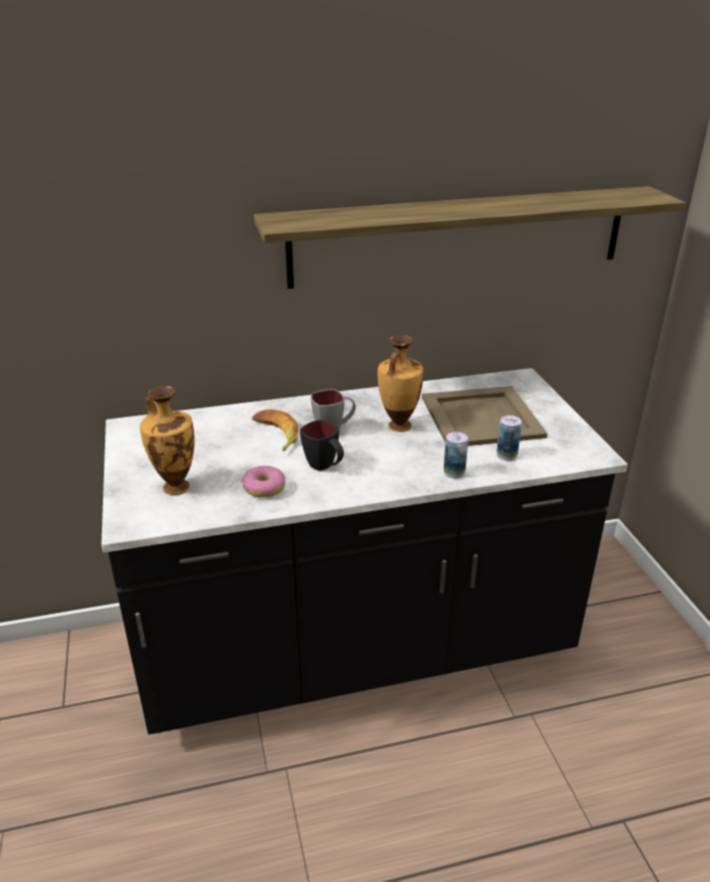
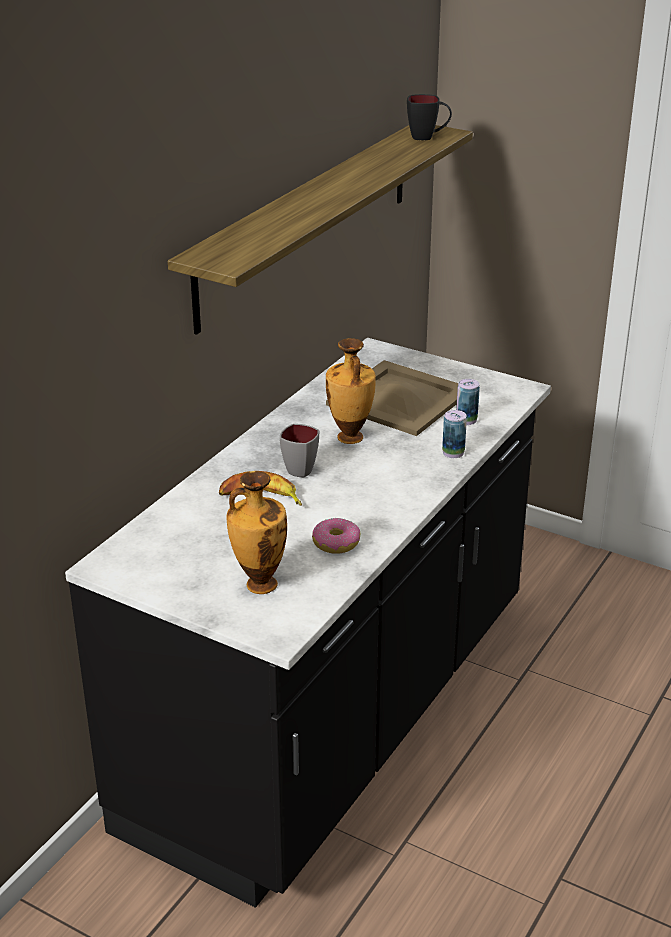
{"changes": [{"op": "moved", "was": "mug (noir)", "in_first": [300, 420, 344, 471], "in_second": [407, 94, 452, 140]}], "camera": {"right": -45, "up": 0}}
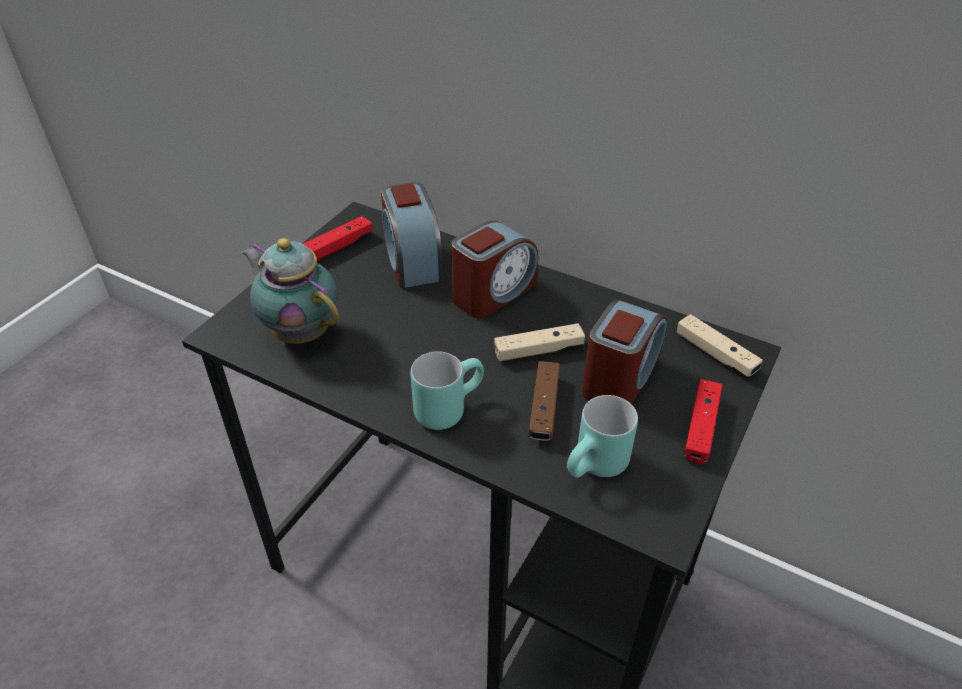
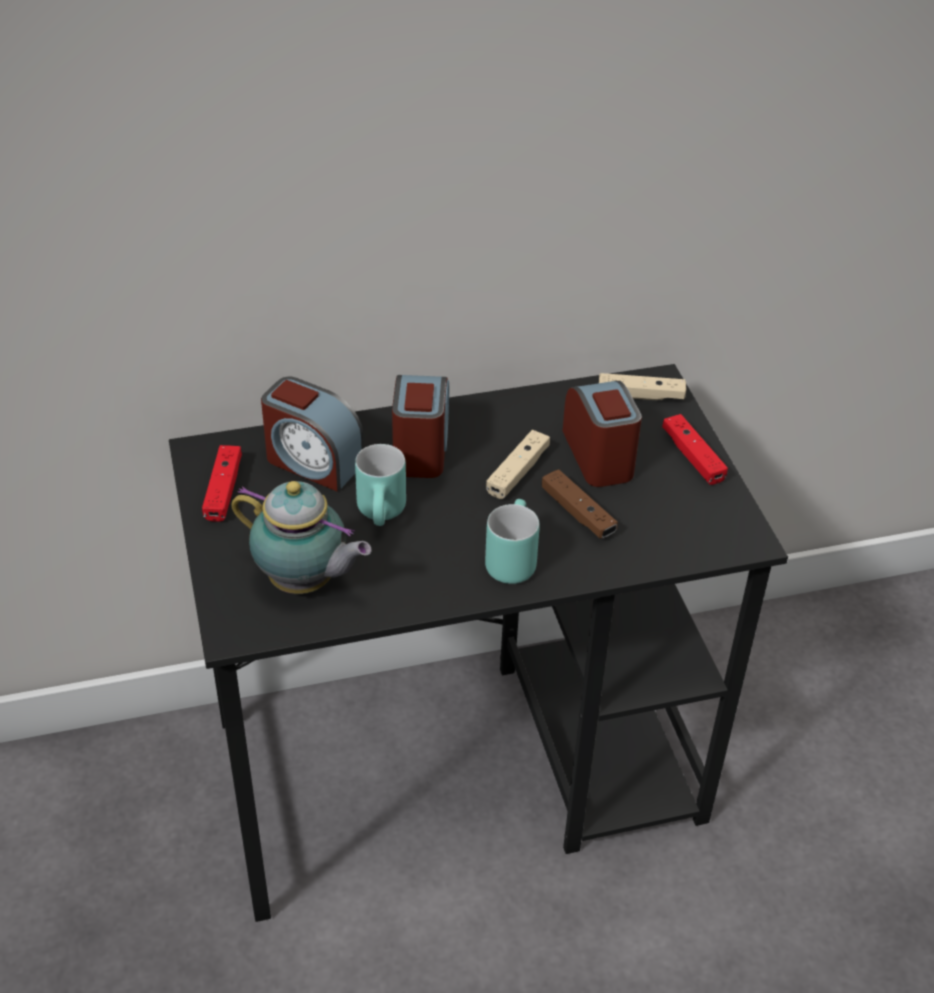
{"changes": [{"op": "turned", "was": "théière", "in_first": [242, 238, 340, 344], "in_second": [231, 481, 371, 594], "clockwise": -150}, {"op": "moved", "was": "mug (turquoise)", "in_first": [567, 395, 638, 478], "in_second": [355, 444, 406, 526]}], "camera": {"right": -45, "up": 0}}
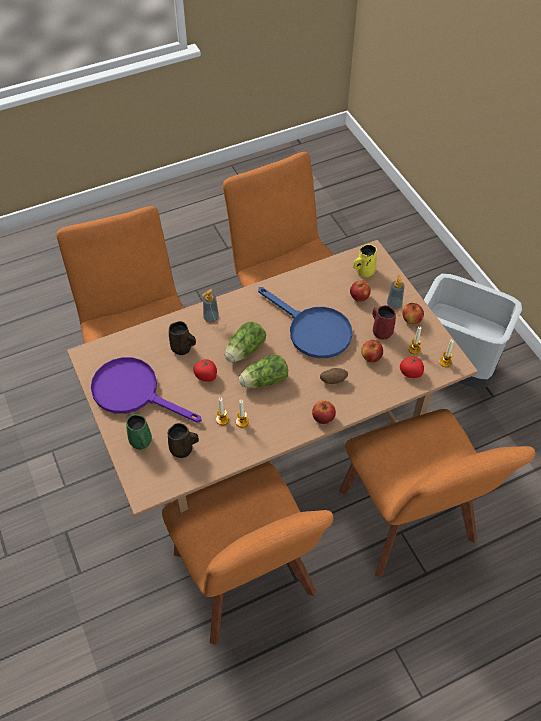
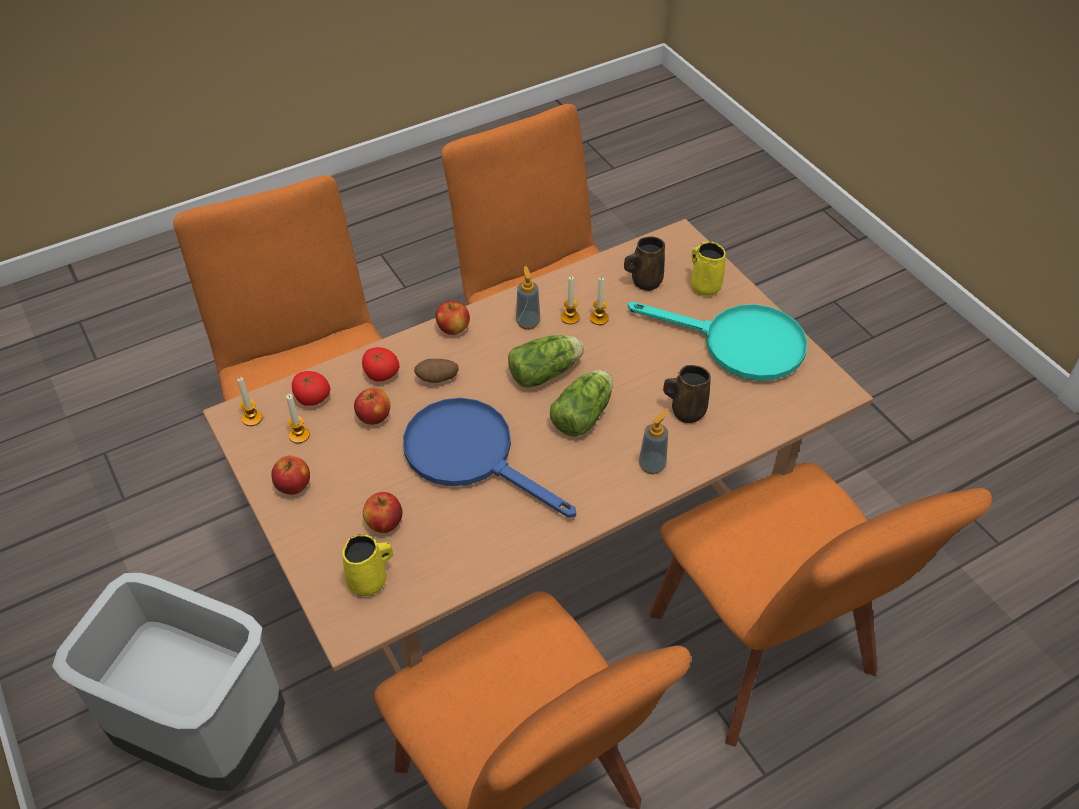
{"changes": [{"op": "recoloured", "was": "poêle (violet)", "now": "poêle (turquoise)", "in_first": [91, 357, 202, 423], "in_second": [628, 302, 807, 381]}, {"op": "recoloured", "was": "mug (vert)", "now": "mug (jaune)", "in_first": [126, 414, 152, 449], "in_second": [691, 241, 726, 297]}, {"op": "moved", "was": "tomate", "in_first": [193, 359, 217, 382], "in_second": [362, 347, 400, 381]}, {"op": "removed", "was": "mug (rouge)", "in_first": [372, 305, 396, 340]}, {"op": "moved", "was": "distributeur de savon", "in_first": [387, 275, 404, 310], "in_second": [516, 266, 540, 330]}], "camera": {"right": 175, "up": -5}}
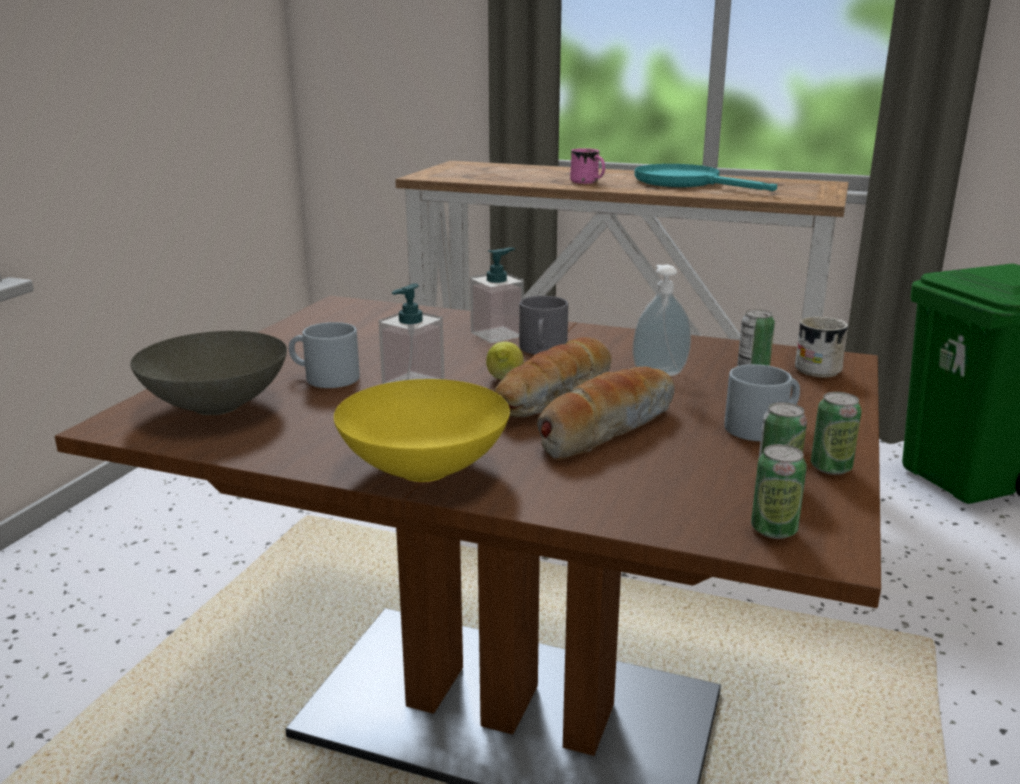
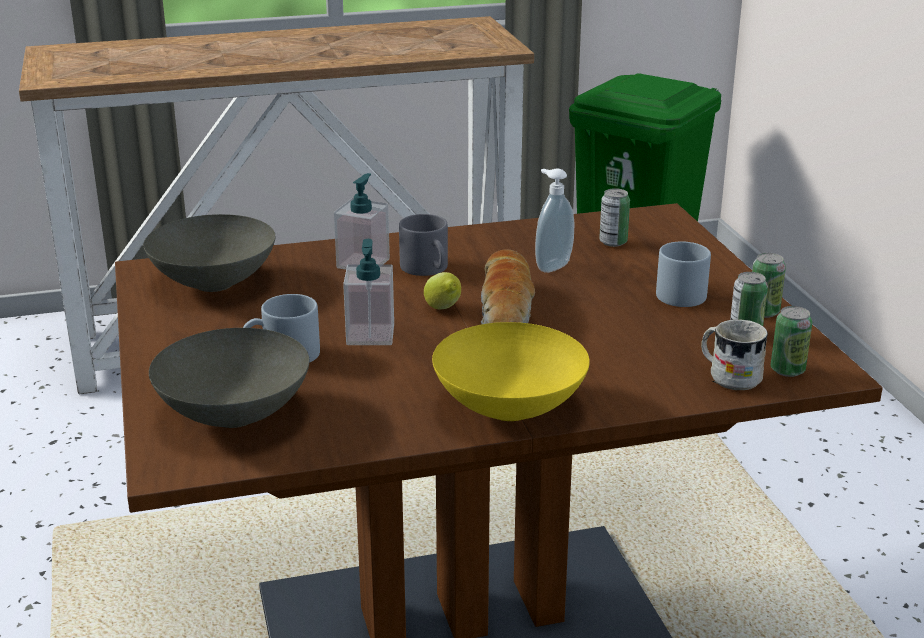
{"changes": [{"op": "removed", "was": "pain", "in_first": [537, 367, 675, 460]}, {"op": "removed", "was": "mug (rose)", "in_first": [570, 148, 605, 184]}, {"op": "removed", "was": "poêle (turquoise)", "in_first": [634, 164, 777, 191]}, {"op": "moved", "was": "mug (blanc)", "in_first": [795, 317, 848, 377], "in_second": [701, 319, 768, 390]}, {"op": "added", "now": "bol (gris)", "in_second": [144, 214, 275, 292]}], "camera": {"right": -35, "up": 5}}
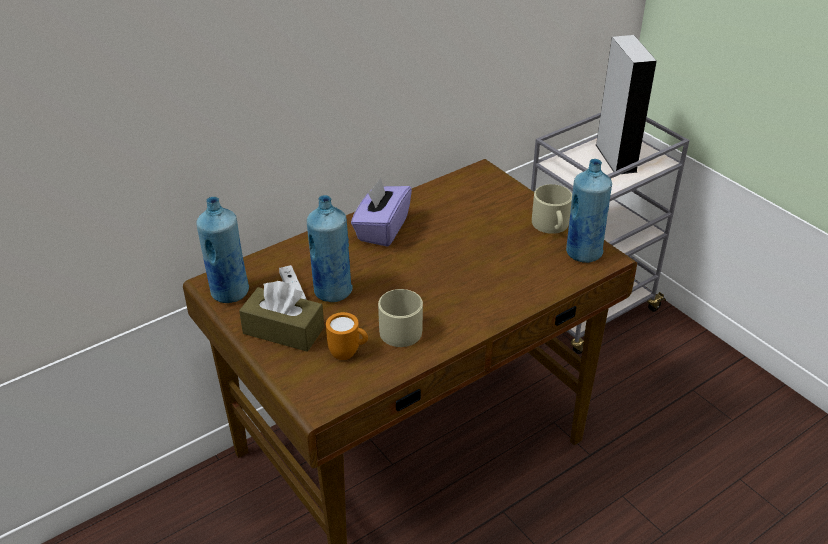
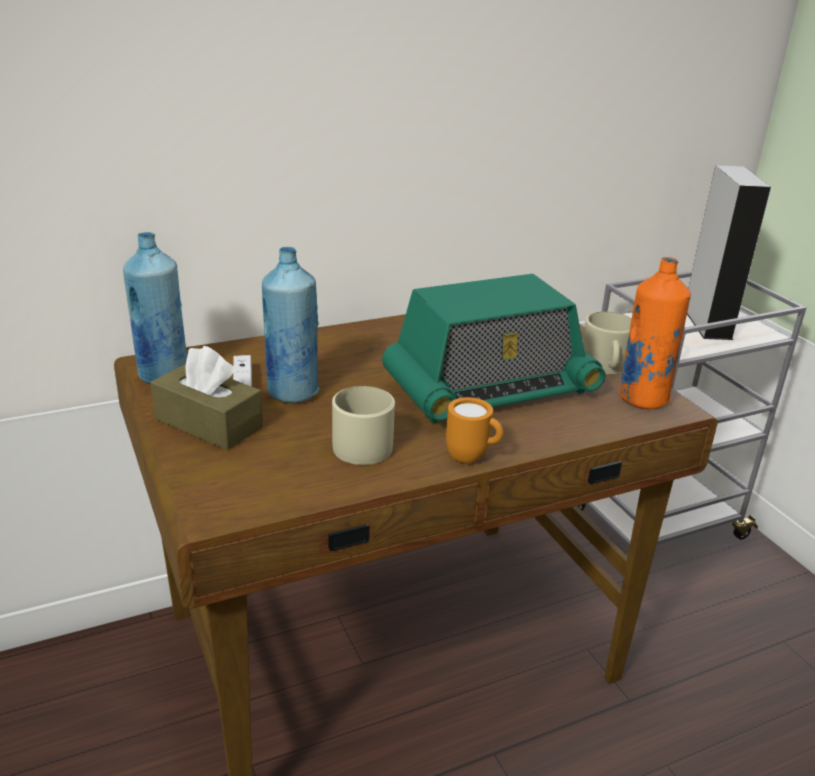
{"changes": [{"op": "moved", "was": "mug (orange)", "in_first": [326, 312, 368, 360], "in_second": [446, 397, 503, 464]}, {"op": "removed", "was": "boîte à mouchoirs (violet)", "in_first": [351, 178, 412, 247]}, {"op": "recoloured", "was": "bouteille (bleu)", "now": "bouteille (orange)", "in_first": [566, 159, 612, 263], "in_second": [619, 257, 691, 410]}, {"op": "added", "now": "radio", "in_second": [382, 274, 605, 423]}], "camera": {"right": 10, "up": -10}}
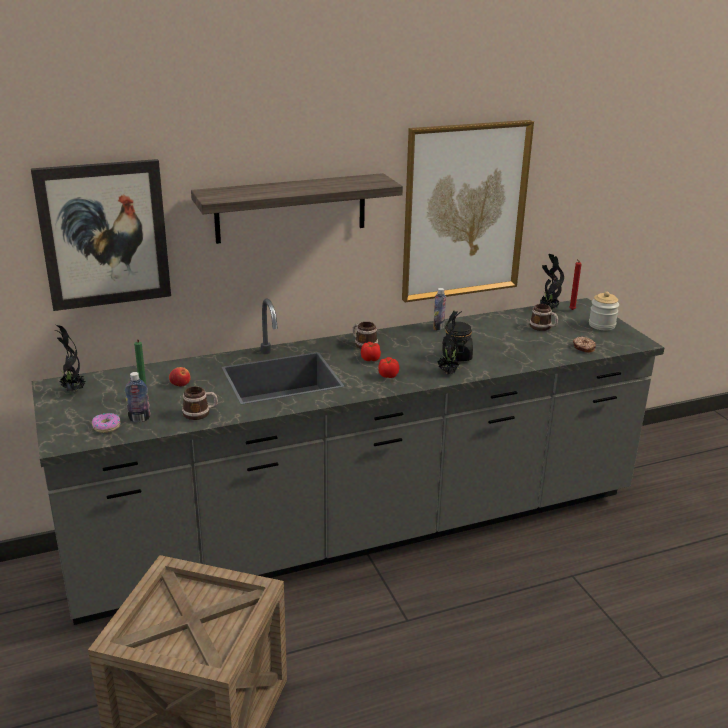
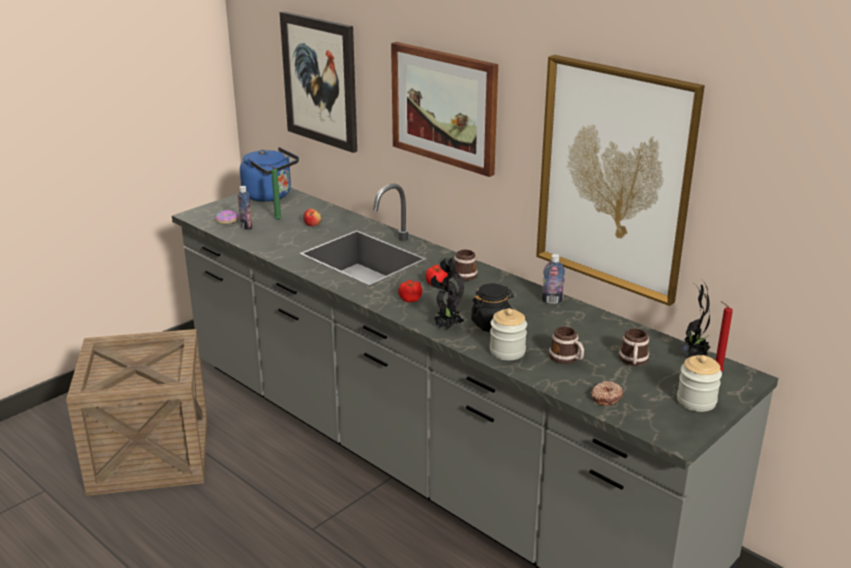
{"changes": [{"op": "replaced", "was": "plante en pot", "now": "bouilloire (bleu)", "in_first": [55, 325, 86, 392], "in_second": [240, 147, 299, 202]}, {"op": "moved", "was": "mug", "in_first": [182, 386, 218, 420], "in_second": [549, 327, 584, 364]}, {"op": "replaced", "was": "étagère", "now": "tableau", "in_first": [191, 173, 403, 244], "in_second": [391, 42, 498, 177]}, {"op": "added", "now": "bocal", "in_second": [490, 308, 527, 360]}], "camera": {"right": 65, "up": 0}}
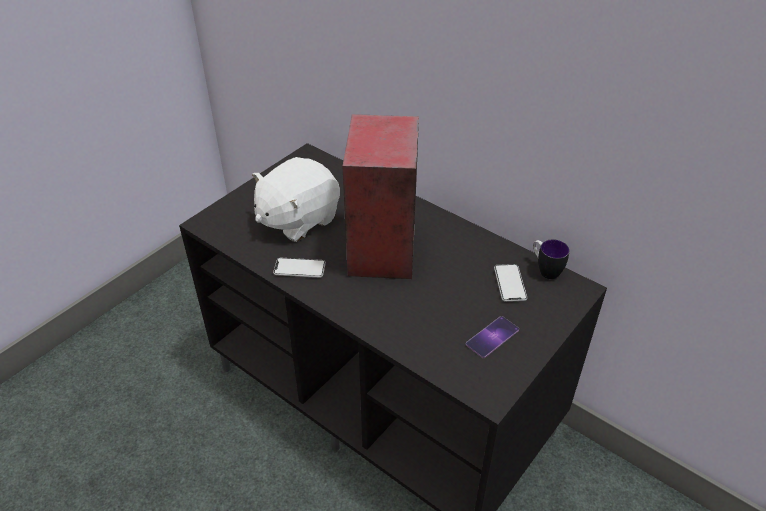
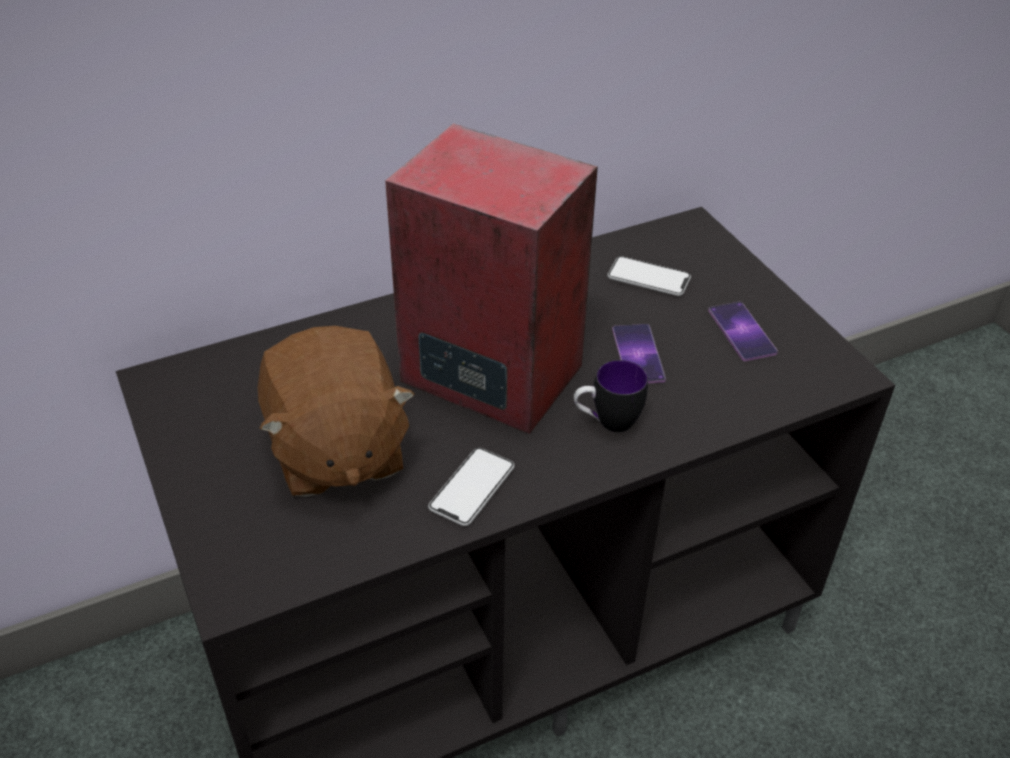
{"changes": [{"op": "recoloured", "was": "peluche (blanc)", "now": "peluche (marron)", "in_first": [252, 157, 340, 242], "in_second": [258, 326, 414, 497]}, {"op": "moved", "was": "mug", "in_first": [533, 239, 569, 279], "in_second": [574, 360, 648, 432]}, {"op": "added", "now": "téléphone", "in_second": [612, 324, 666, 383]}], "camera": {"right": -65, "up": 0}}
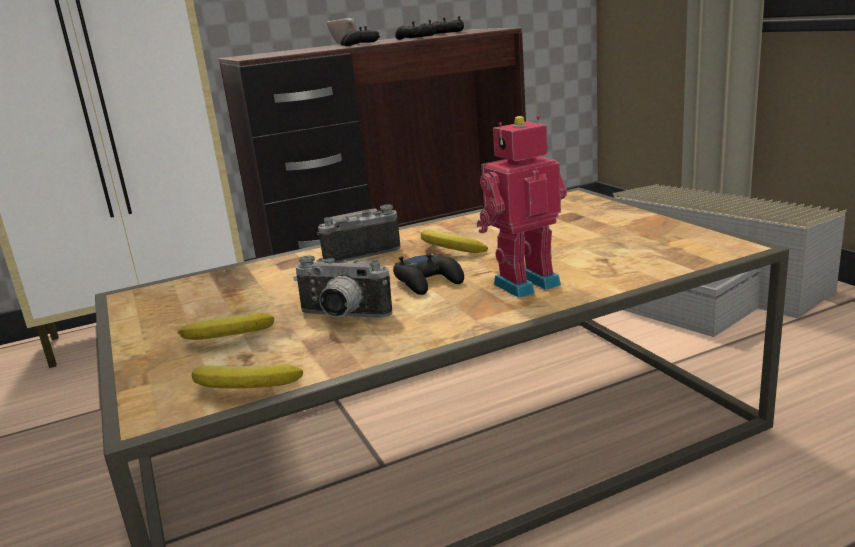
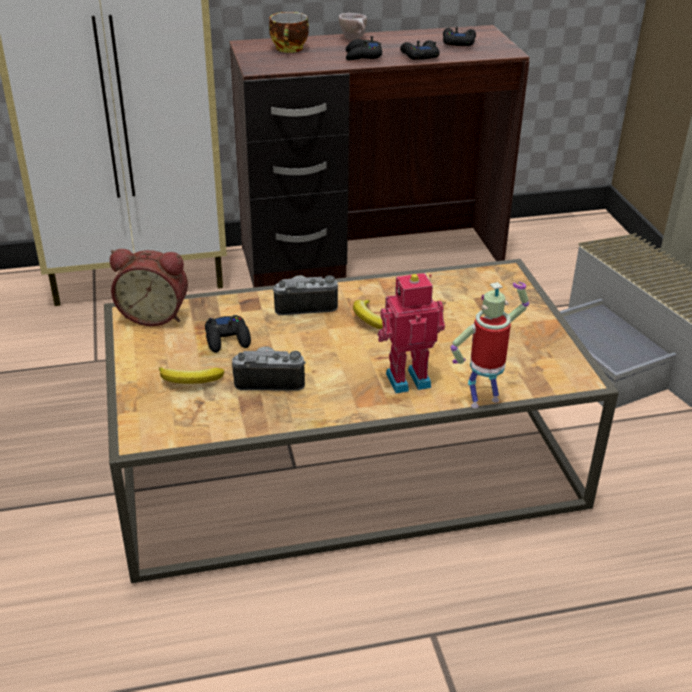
{"changes": [{"op": "removed", "was": "banane", "in_first": [192, 364, 303, 389]}, {"op": "turned", "was": "appareil photo", "in_first": [294, 255, 392, 318], "in_second": [232, 346, 306, 391], "clockwise": 150}, {"op": "moved", "was": "manette (noir)", "in_first": [393, 254, 464, 295], "in_second": [205, 315, 251, 353]}, {"op": "added", "now": "réveil", "in_second": [110, 249, 188, 326]}, {"op": "added", "now": "tasse", "in_second": [269, 12, 309, 53]}, {"op": "added", "now": "robot jouet", "in_second": [450, 282, 529, 408]}], "camera": {"right": 10, "up": 15}}
